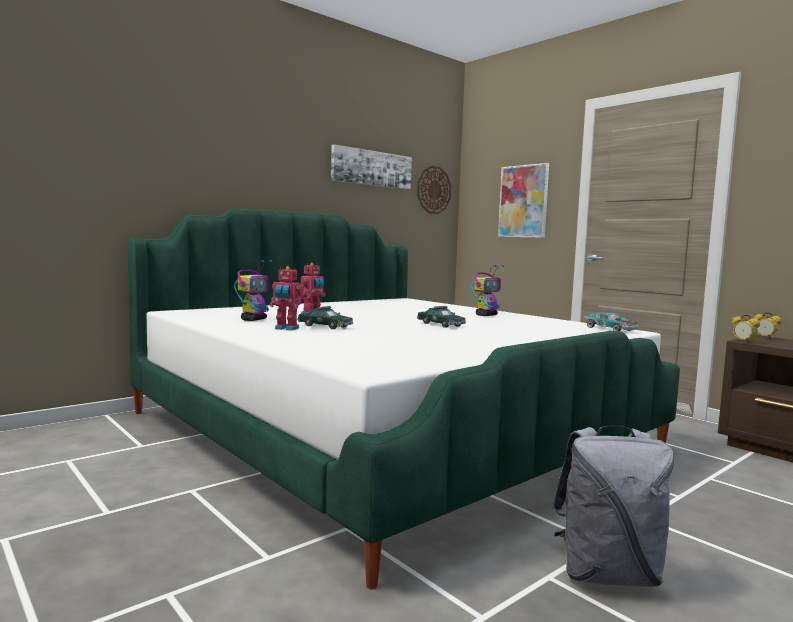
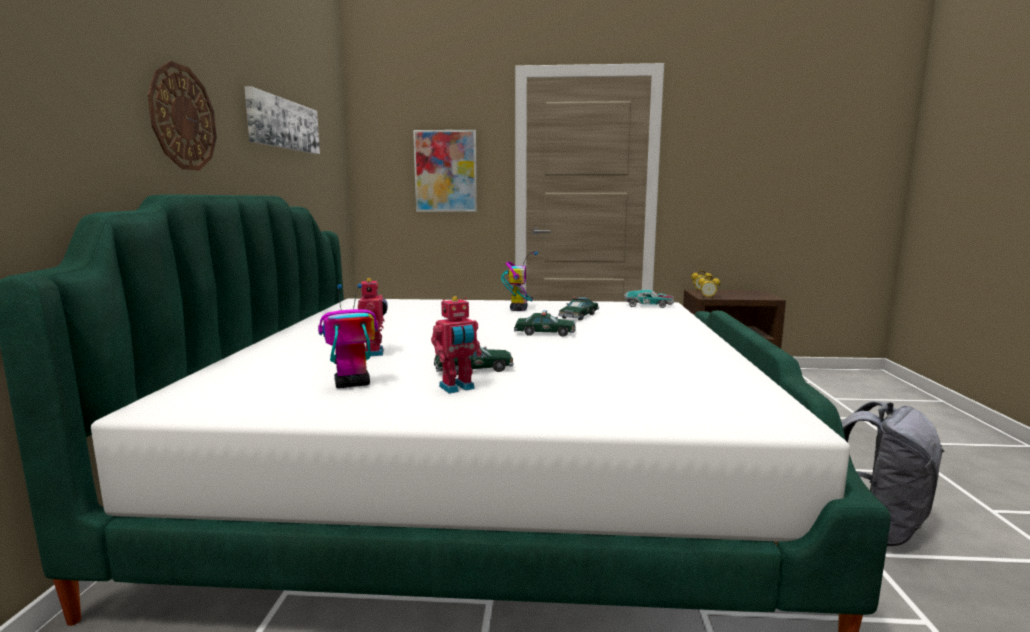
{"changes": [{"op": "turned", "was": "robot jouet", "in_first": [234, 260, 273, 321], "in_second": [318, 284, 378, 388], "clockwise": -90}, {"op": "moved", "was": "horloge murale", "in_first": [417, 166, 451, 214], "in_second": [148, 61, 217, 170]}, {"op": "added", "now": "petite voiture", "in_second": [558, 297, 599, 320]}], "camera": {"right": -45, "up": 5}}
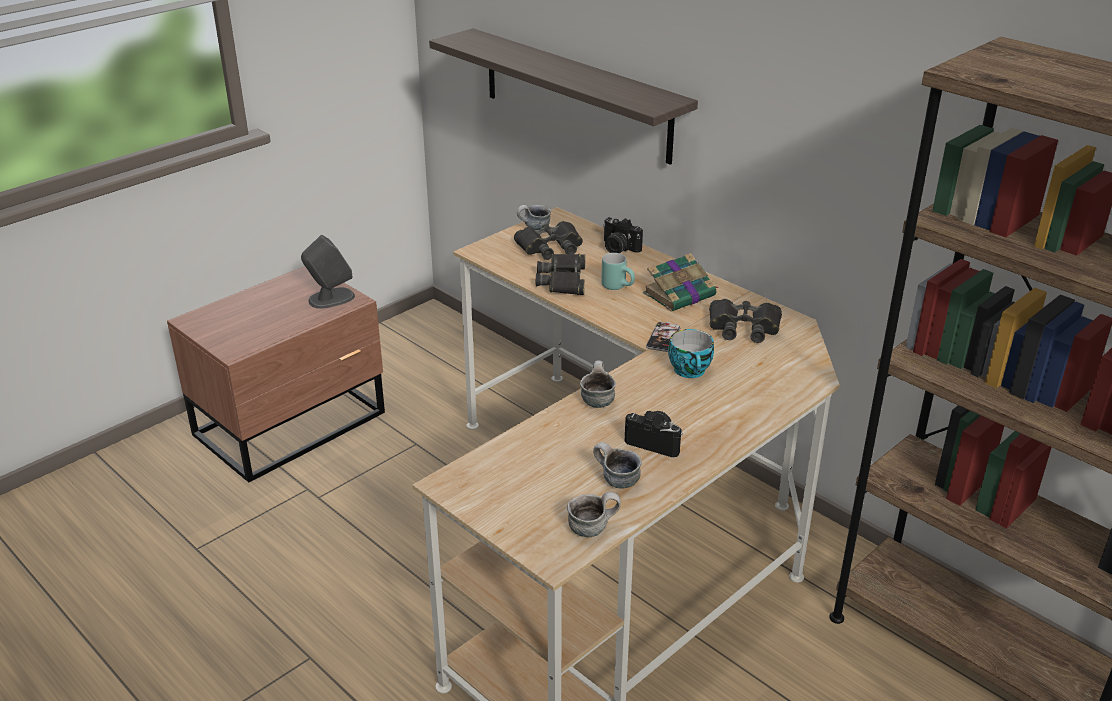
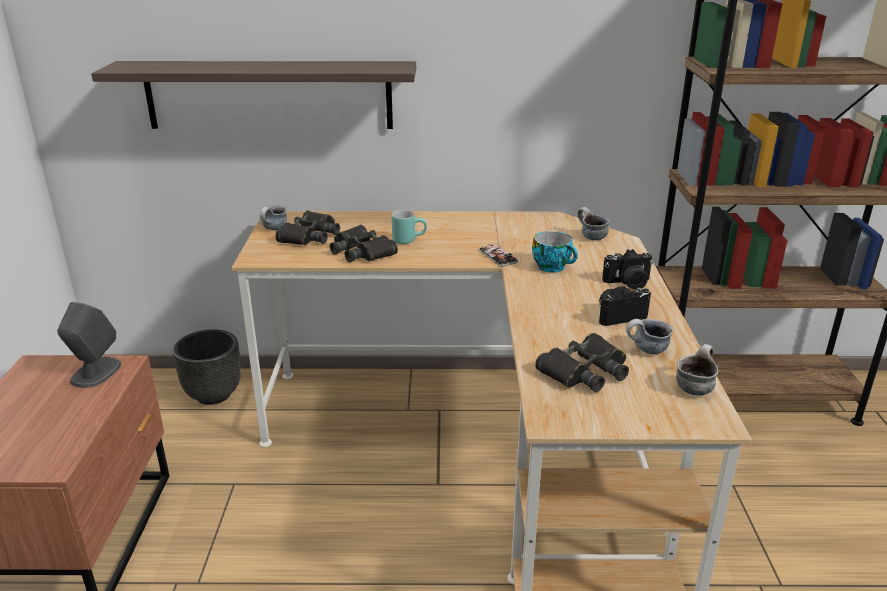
{"changes": [{"op": "moved", "was": "mug", "in_first": [580, 360, 616, 408], "in_second": [578, 207, 610, 240]}, {"op": "moved", "was": "appareil photo", "in_first": [603, 217, 643, 253], "in_second": [602, 249, 653, 290]}, {"op": "removed", "was": "livre", "in_first": [643, 253, 718, 312]}, {"op": "moved", "was": "jumelles (noir)", "in_first": [709, 299, 782, 343], "in_second": [535, 333, 629, 392]}, {"op": "added", "now": "cache-pot (noir)", "in_second": [173, 329, 241, 405]}], "camera": {"right": -45, "up": -5}}
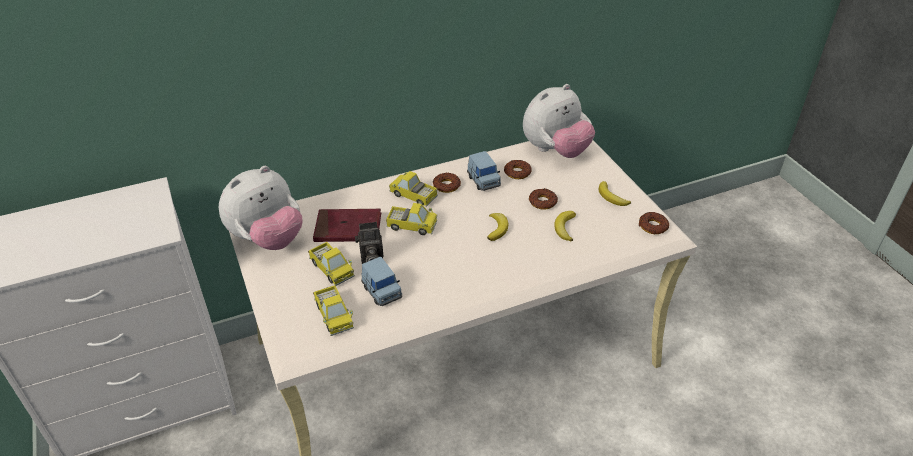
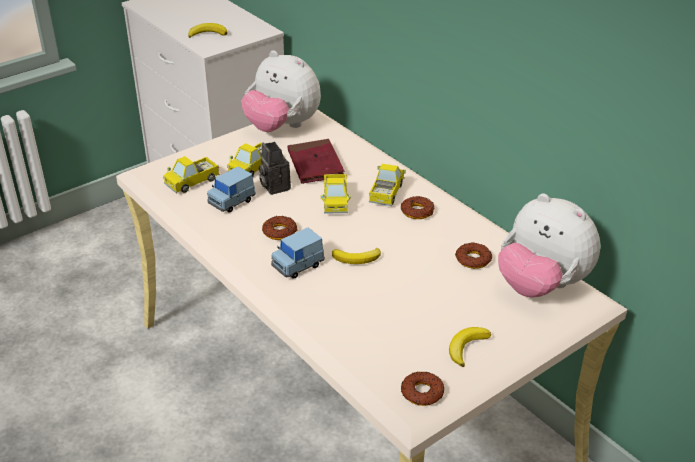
{"changes": [{"op": "moved", "was": "petite voiture (bleu)", "in_first": [467, 151, 501, 191], "in_second": [271, 227, 325, 278]}, {"op": "moved", "was": "beignet", "in_first": [529, 189, 558, 210], "in_second": [262, 216, 298, 240]}, {"op": "moved", "was": "banane", "in_first": [554, 211, 576, 241], "in_second": [189, 23, 227, 38]}], "camera": {"right": 75, "up": -5}}
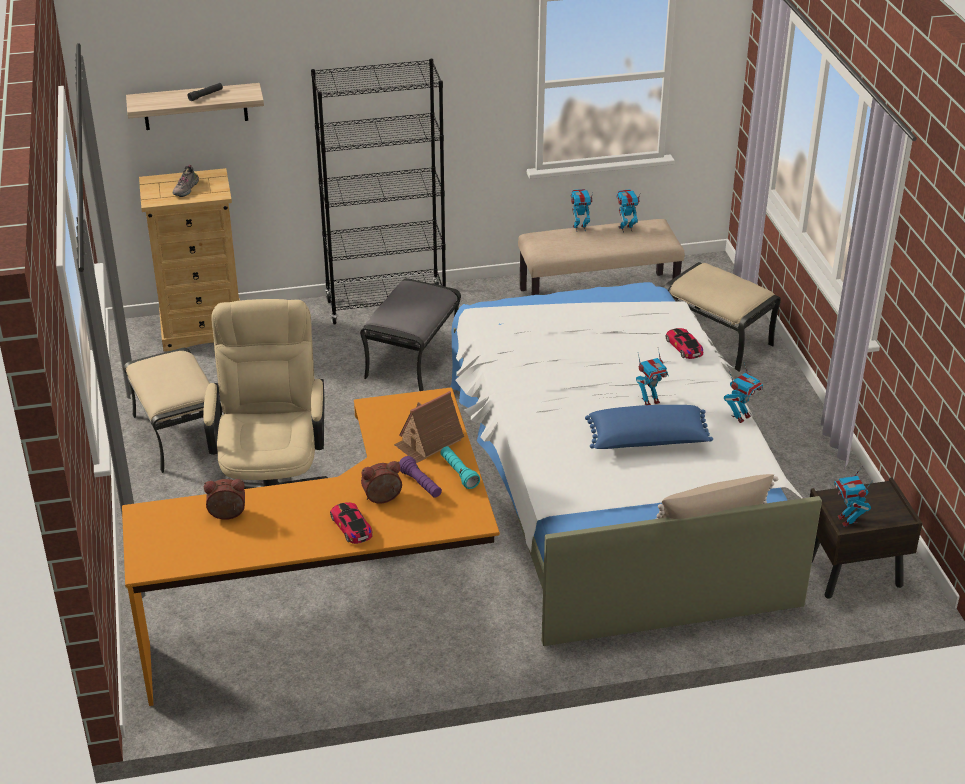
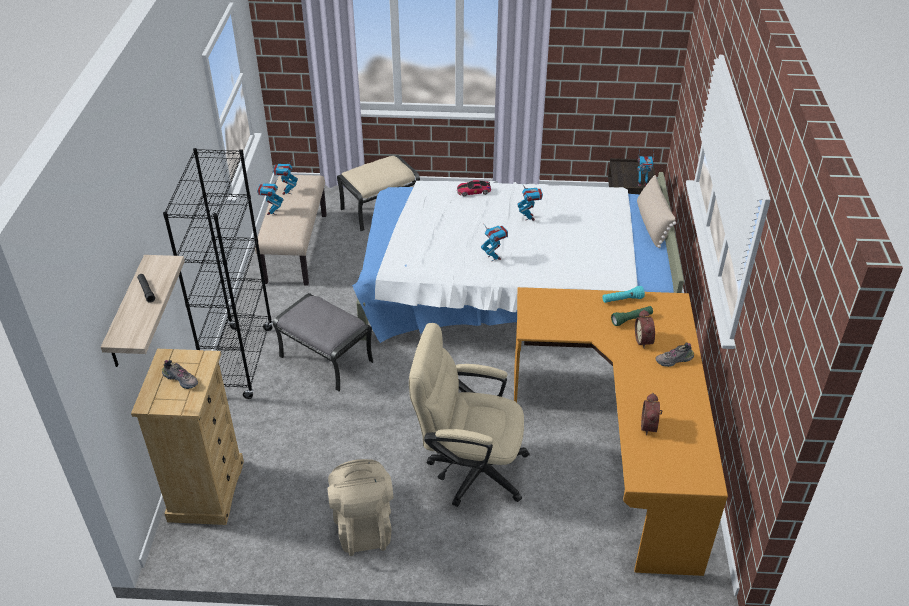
{"changes": [{"op": "replaced", "was": "pouf (beige)", "now": "sac à dos (beige)", "in_first": [123, 348, 222, 473], "in_second": [327, 459, 394, 556]}, {"op": "replaced", "was": "petite voiture", "now": "chaussure", "in_first": [330, 502, 373, 544], "in_second": [655, 342, 694, 367]}, {"op": "removed", "was": "maison miniature", "in_first": [394, 391, 464, 463]}, {"op": "recoloured", "was": "lampe de poche (violet)", "now": "lampe de poche (vert)", "in_first": [399, 456, 442, 498], "in_second": [611, 306, 653, 326]}, {"op": "removed", "was": "coussin (bleu)", "in_first": [585, 405, 713, 449]}, {"op": "moved", "was": "robot jouet", "in_first": [724, 363, 763, 423], "in_second": [481, 226, 508, 261]}], "camera": {"right": -75, "up": 5}}
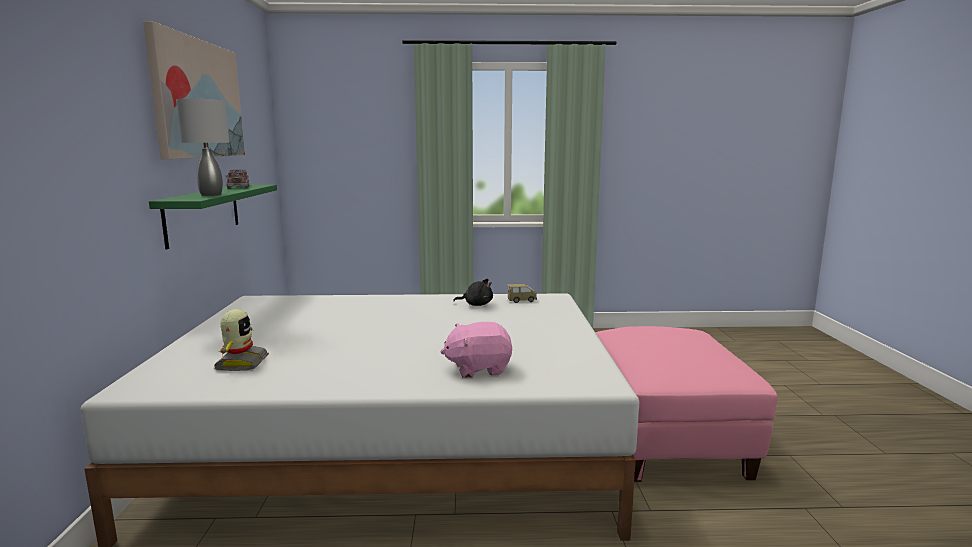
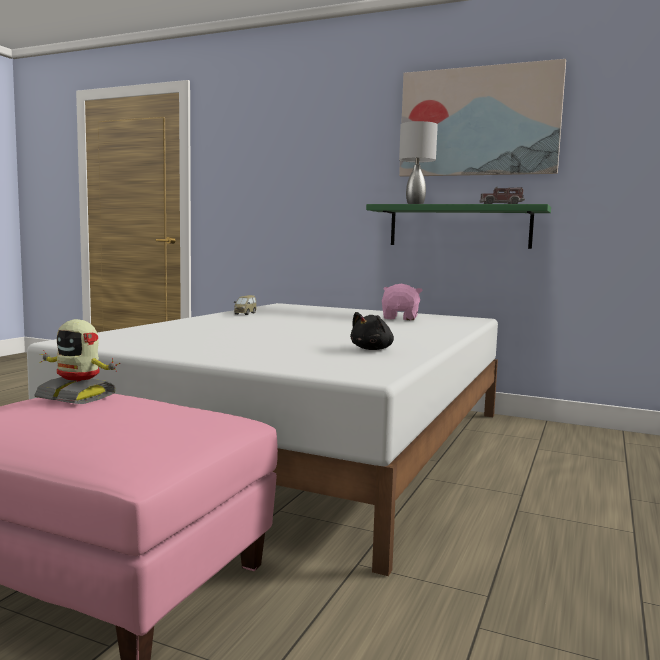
{"changes": [{"op": "moved", "was": "robot jouet", "in_first": [214, 309, 269, 371], "in_second": [34, 319, 120, 404]}, {"op": "moved", "was": "peluche (rose)", "in_first": [441, 322, 512, 378], "in_second": [382, 284, 423, 320]}, {"op": "moved", "was": "petite voiture", "in_first": [508, 284, 537, 303], "in_second": [234, 295, 256, 315]}], "camera": {"right": 115, "up": -5}}
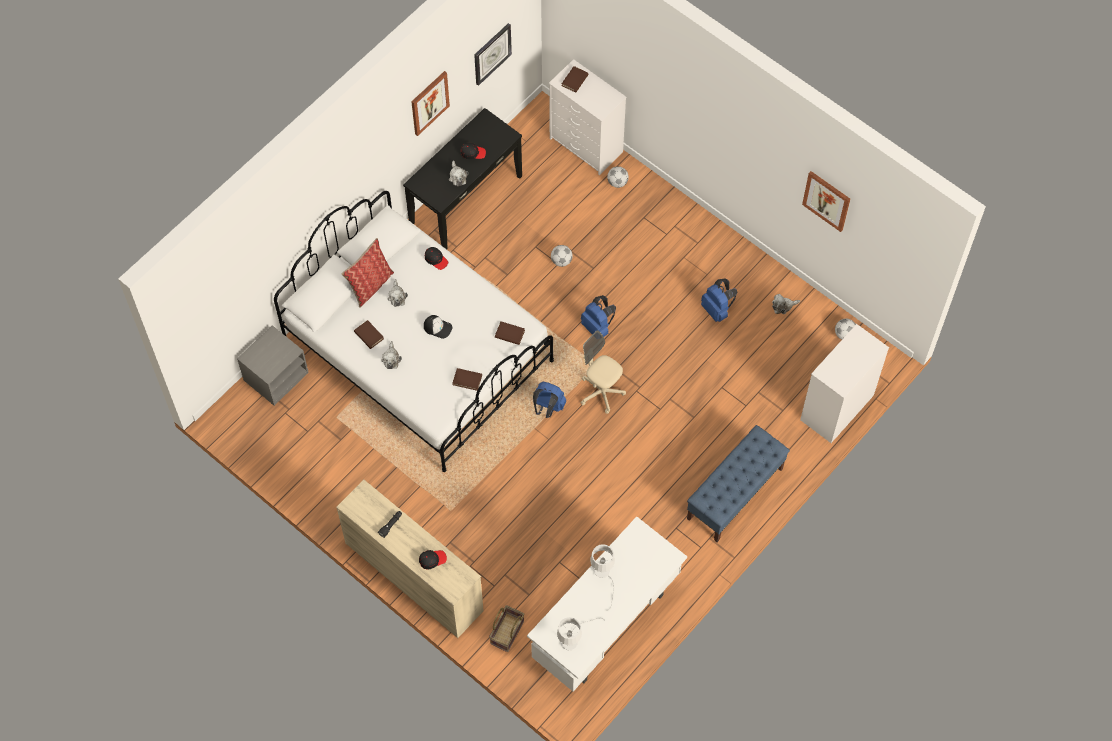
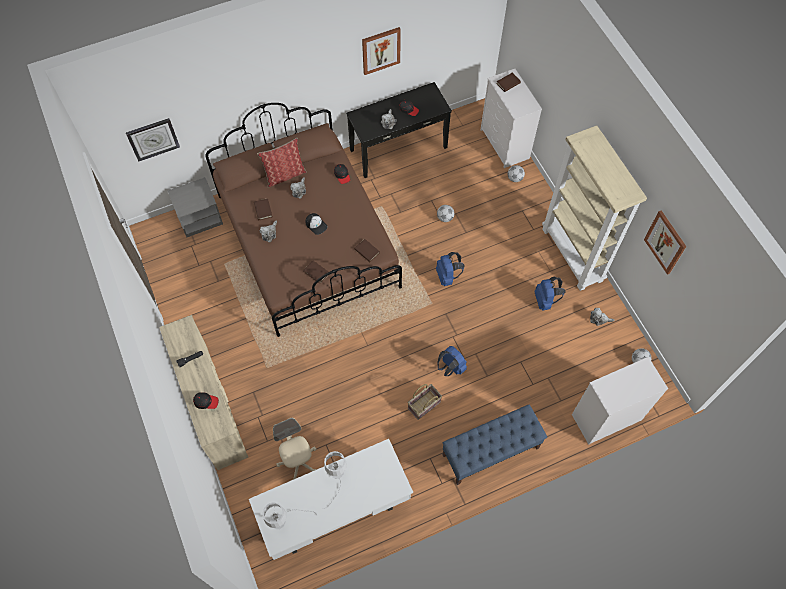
{"changes": [{"op": "recoloured", "was": "lit (blanc)", "now": "lit (marron)", "in_first": [274, 191, 554, 472], "in_second": [205, 103, 402, 337]}, {"op": "moved", "was": "horloge murale", "in_first": [474, 23, 512, 86], "in_second": [126, 118, 180, 161]}, {"op": "moved", "was": "panier", "in_first": [489, 605, 524, 652], "in_second": [408, 384, 442, 420]}, {"op": "moved", "was": "sac à dos (bleu)", "in_first": [533, 382, 566, 418], "in_second": [437, 346, 467, 376]}, {"op": "moved", "was": "chaise de bureau (beige)", "in_first": [581, 330, 626, 414], "in_second": [273, 418, 317, 480]}, {"op": "added", "now": "bibliothèque (beige)", "in_second": [542, 125, 647, 291]}], "camera": {"right": 25, "up": 0}}
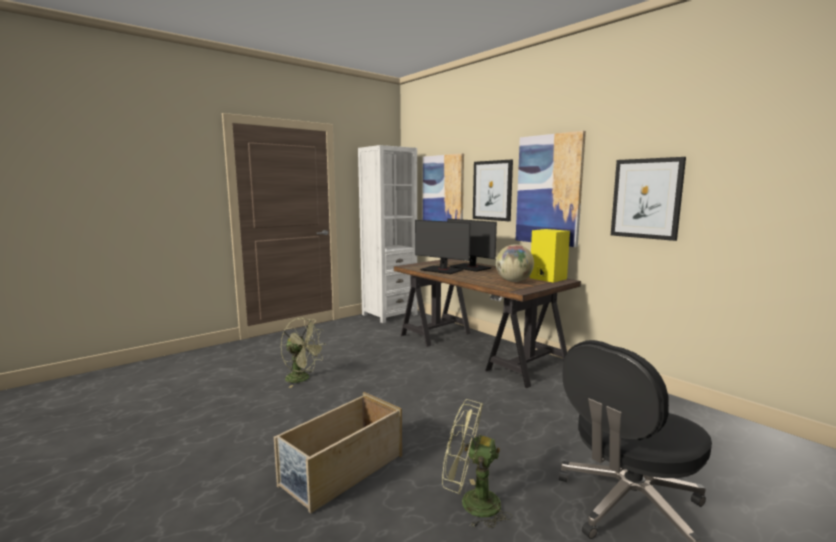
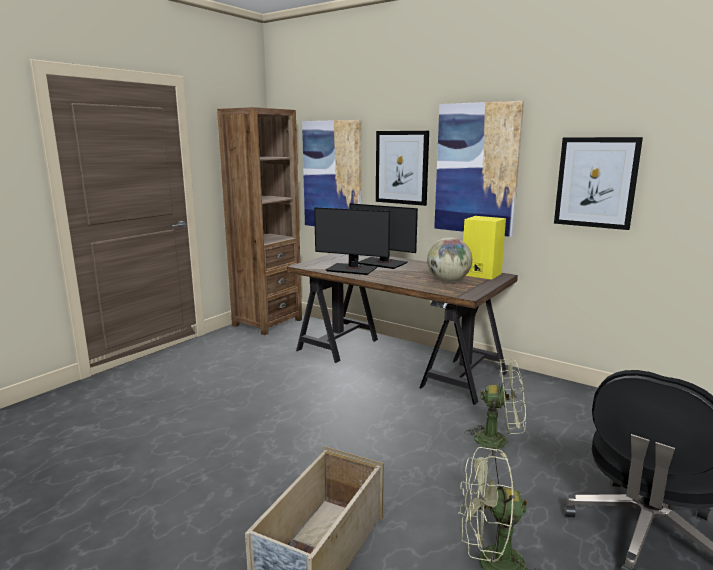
{"changes": [{"op": "moved", "was": "ventilateur (vert)", "in_first": [281, 318, 326, 388], "in_second": [465, 359, 526, 457]}, {"op": "recoloured", "was": "bibliothèque (blanc)", "now": "bibliothèque (marron)", "in_first": [358, 145, 417, 323], "in_second": [217, 107, 302, 335]}], "camera": {"right": -15, "up": 5}}
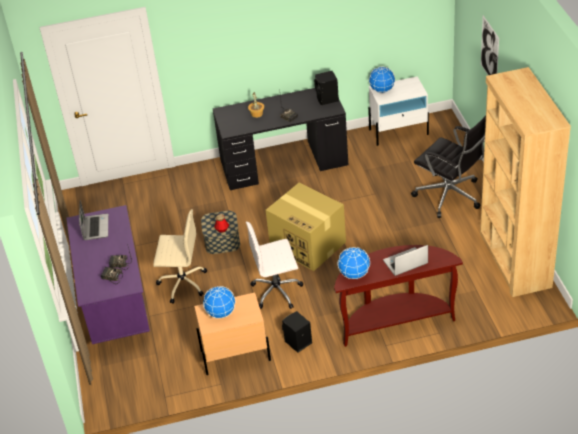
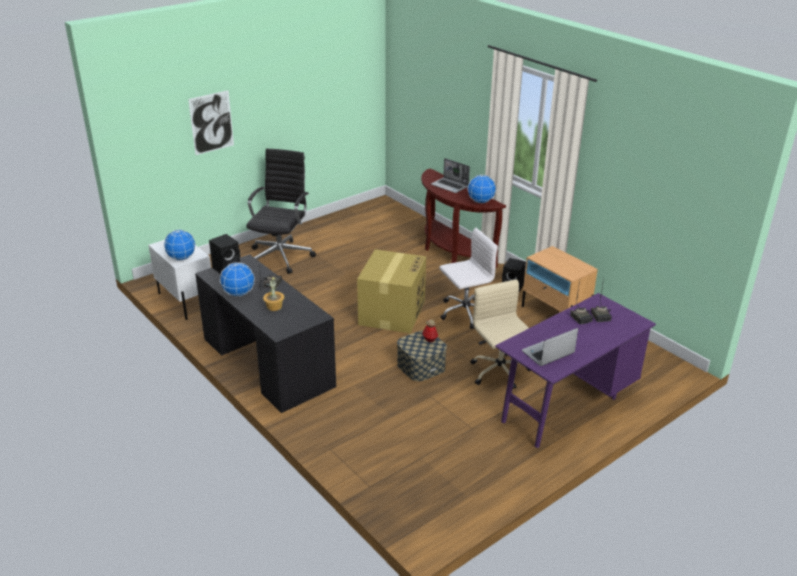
{"changes": [{"op": "moved", "was": "globe", "in_first": [203, 286, 236, 318], "in_second": [220, 262, 255, 297]}, {"op": "turned", "was": "chaise de bureau (blanc)", "in_first": [246, 222, 303, 309], "in_second": [439, 228, 498, 329], "clockwise": -75}, {"op": "removed", "was": "bibliothèque (marron)", "in_first": [480, 67, 571, 297]}], "camera": {"right": -120, "up": -10}}
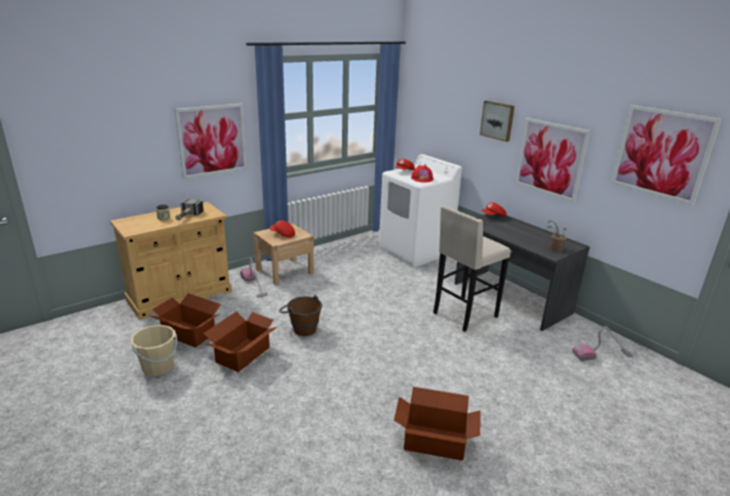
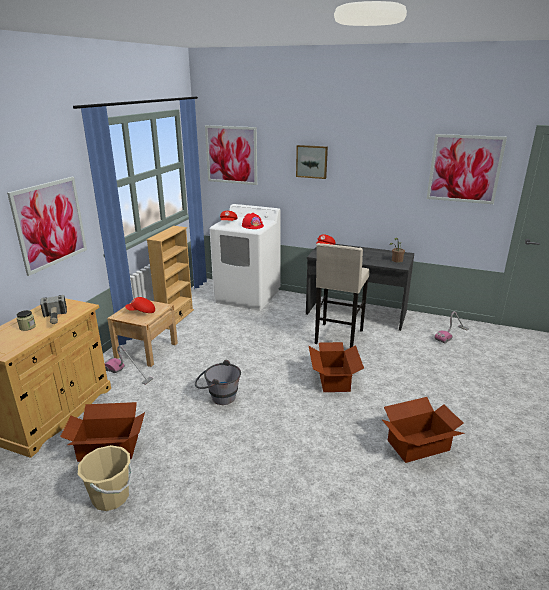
{"changes": [{"op": "moved", "was": "carton", "in_first": [203, 311, 277, 372], "in_second": [309, 342, 364, 392]}, {"op": "recoloured", "was": "seau (marron)", "now": "seau (gris)", "in_first": [279, 295, 322, 336], "in_second": [195, 360, 241, 405]}, {"op": "moved", "was": "tableau", "in_first": [515, 118, 590, 202], "in_second": [205, 125, 257, 185]}, {"op": "added", "now": "bibliothèque (beige)", "in_second": [146, 226, 194, 330]}], "camera": {"right": -30, "up": 0}}
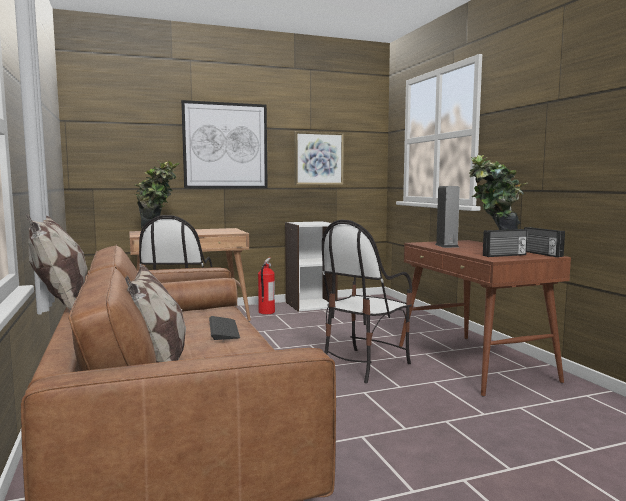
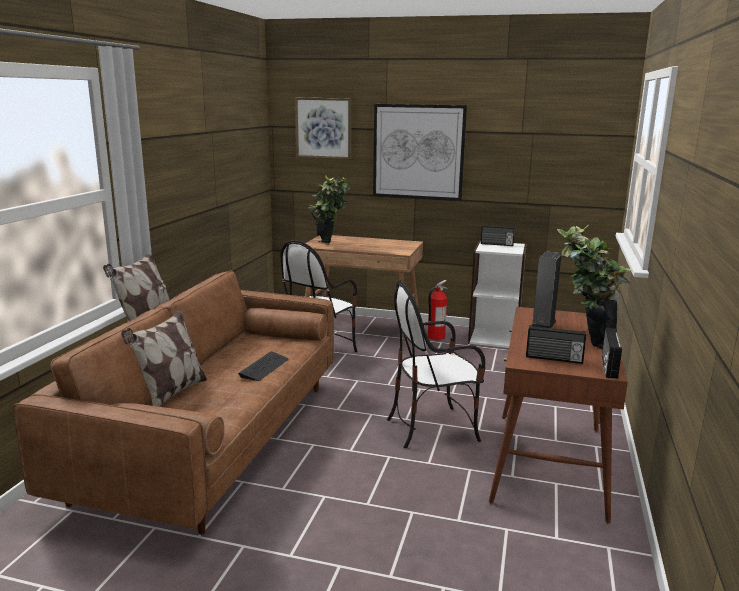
{"changes": [{"op": "moved", "was": "tableau", "in_first": [295, 131, 344, 185], "in_second": [295, 97, 351, 159]}, {"op": "added", "now": "radio", "in_second": [481, 225, 515, 246]}], "camera": {"right": 35, "up": 10}}
